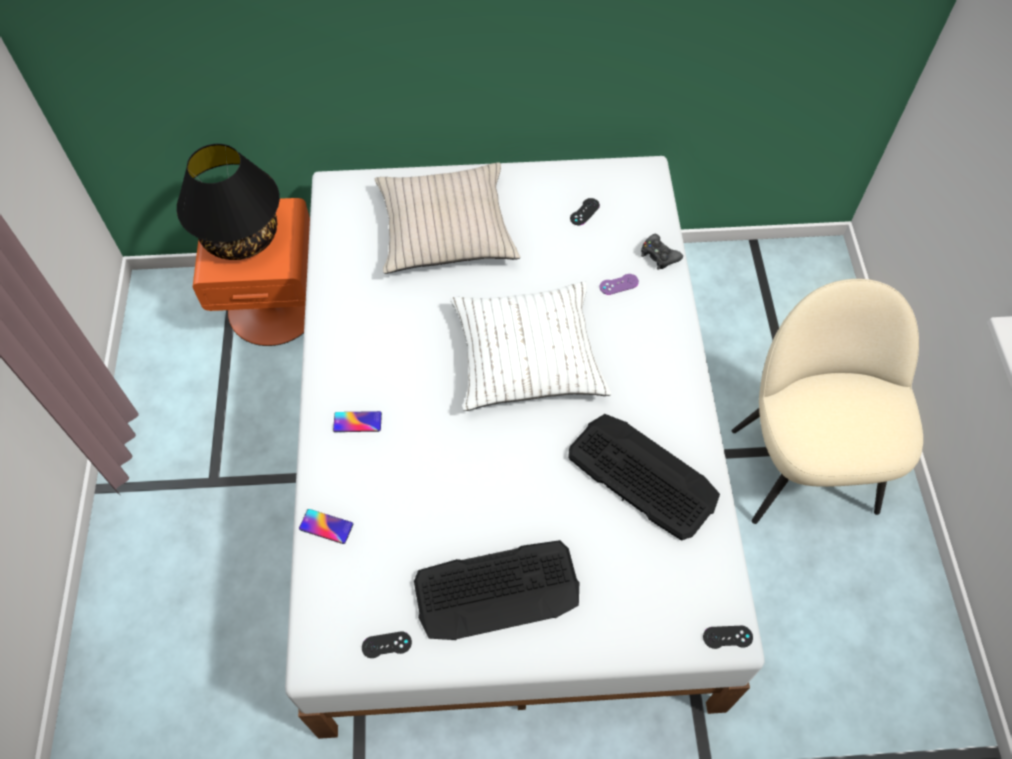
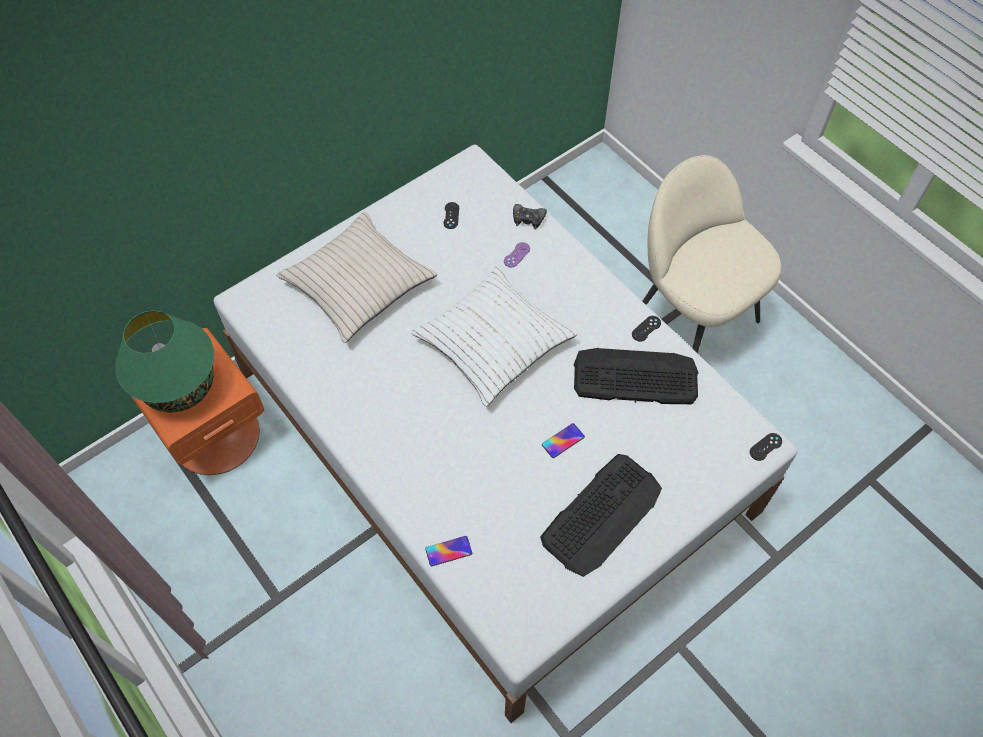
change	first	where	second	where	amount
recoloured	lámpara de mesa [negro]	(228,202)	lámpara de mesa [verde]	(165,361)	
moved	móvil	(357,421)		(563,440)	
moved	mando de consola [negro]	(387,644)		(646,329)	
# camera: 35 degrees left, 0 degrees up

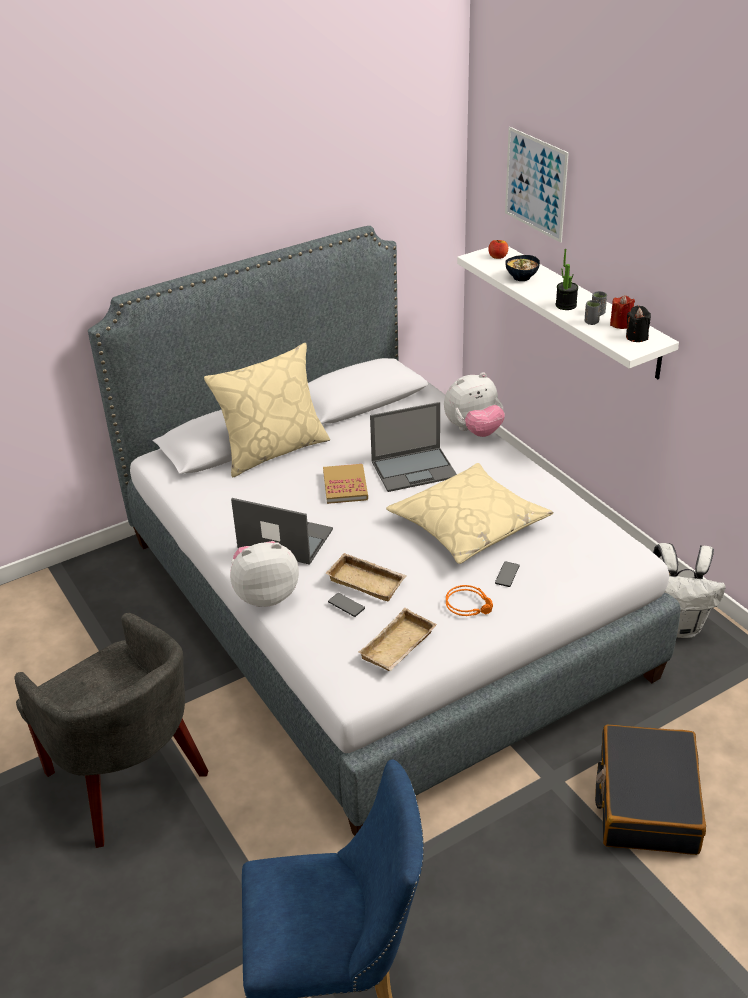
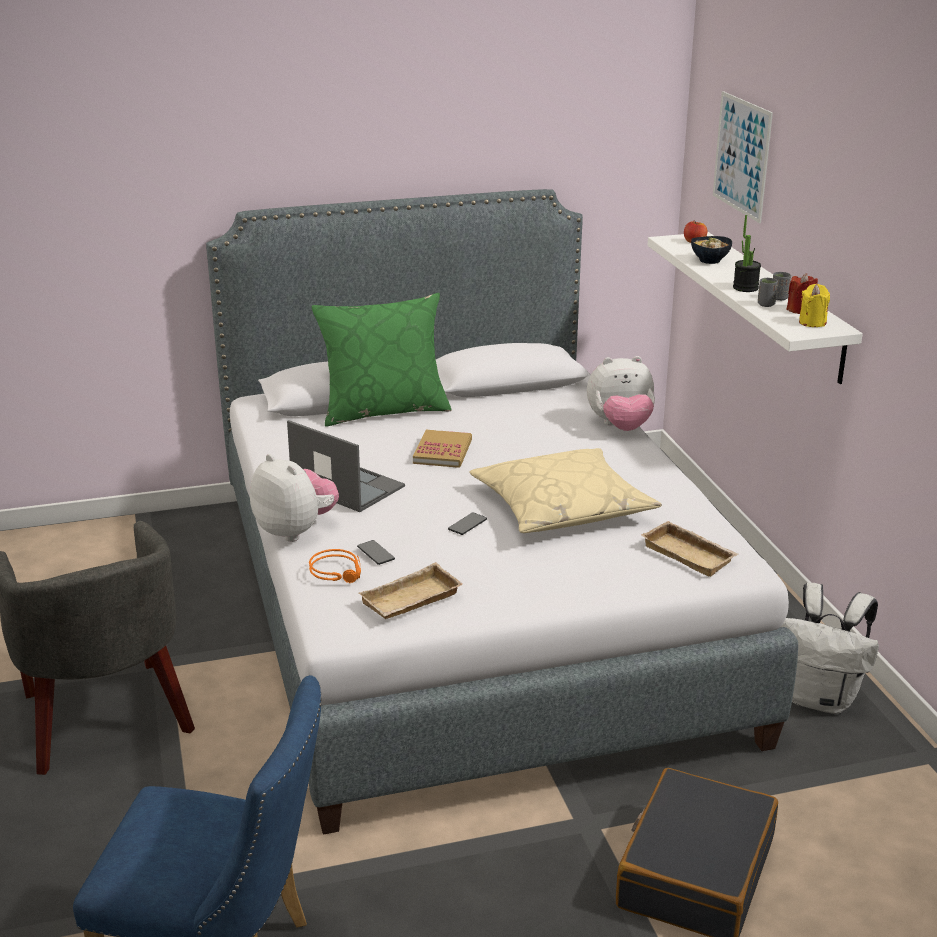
change	first	where	second	where	amount
recoloured	vela [negro]	(638,324)	vela [amarillo]	(814,305)	
recoloured	cojín [beis]	(267,410)	cojín [verde]	(381,359)	
removed	portátil	(413,447)			
turned	peluche	(264,574)		(294,498)	45 degrees clockwise
moved	bandeja [beis]	(366,577)		(690,549)	
moved	móvil	(507,574)		(467,523)	
moved	auriculares [naranja]	(469,600)		(335,566)	
# camera: 15 degrees right, 10 degrees down

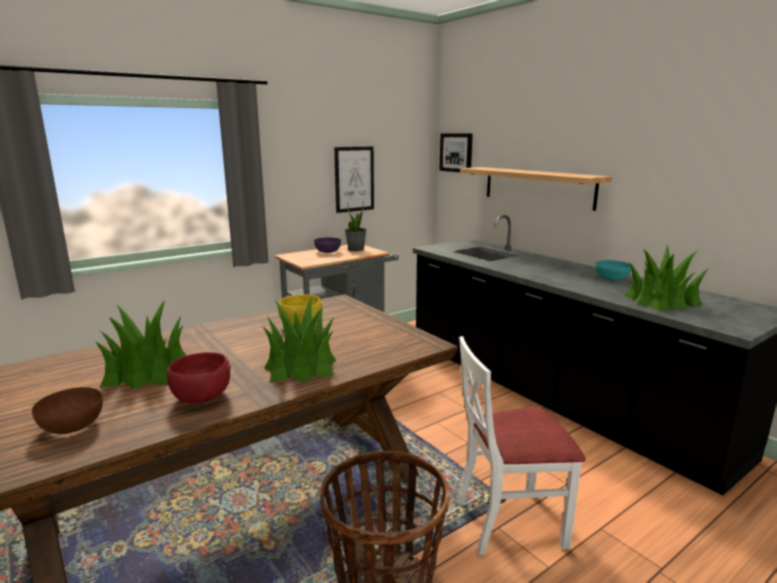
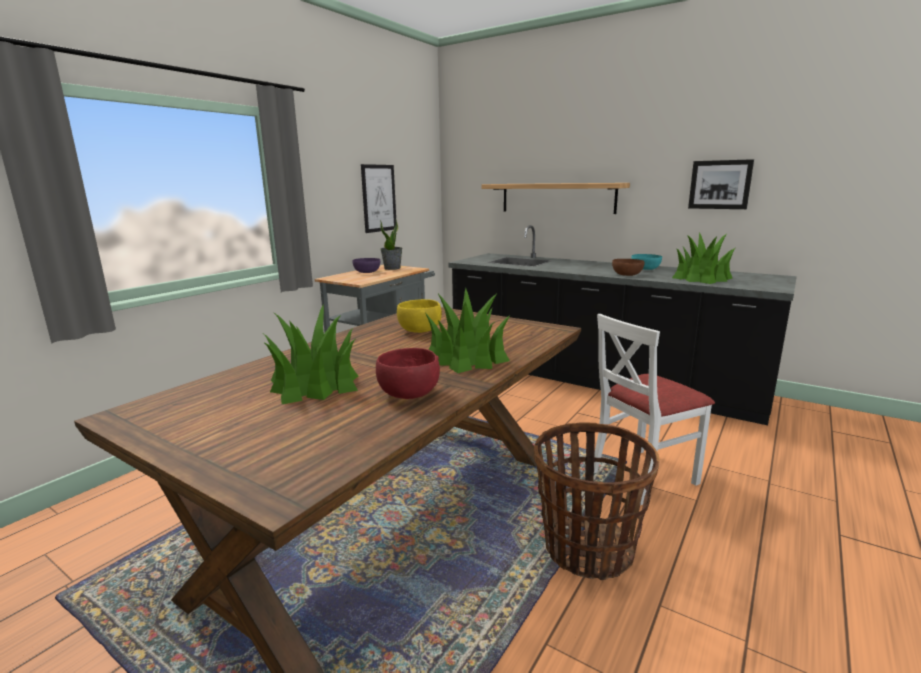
change	first	where	second	where	amount
moved	cuadro	(456,152)		(721,184)	
moved	cuenco [marrón]	(67,410)		(628,267)	
# camera: 20 degrees left, 0 degrees up

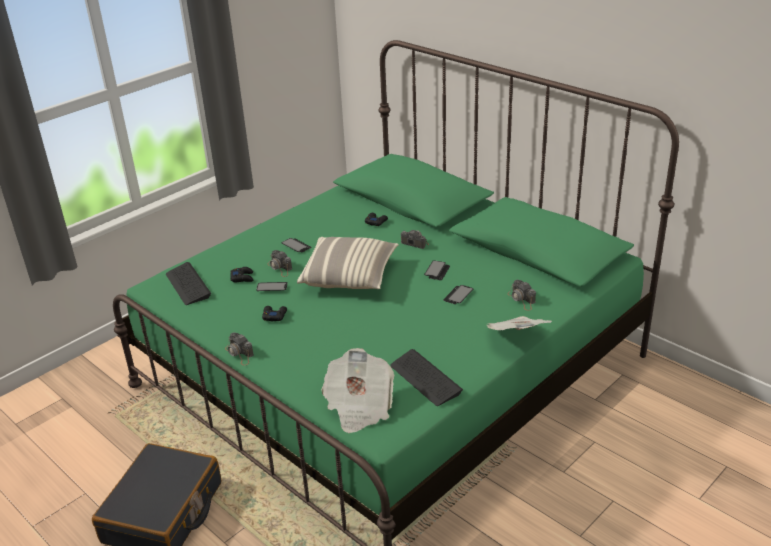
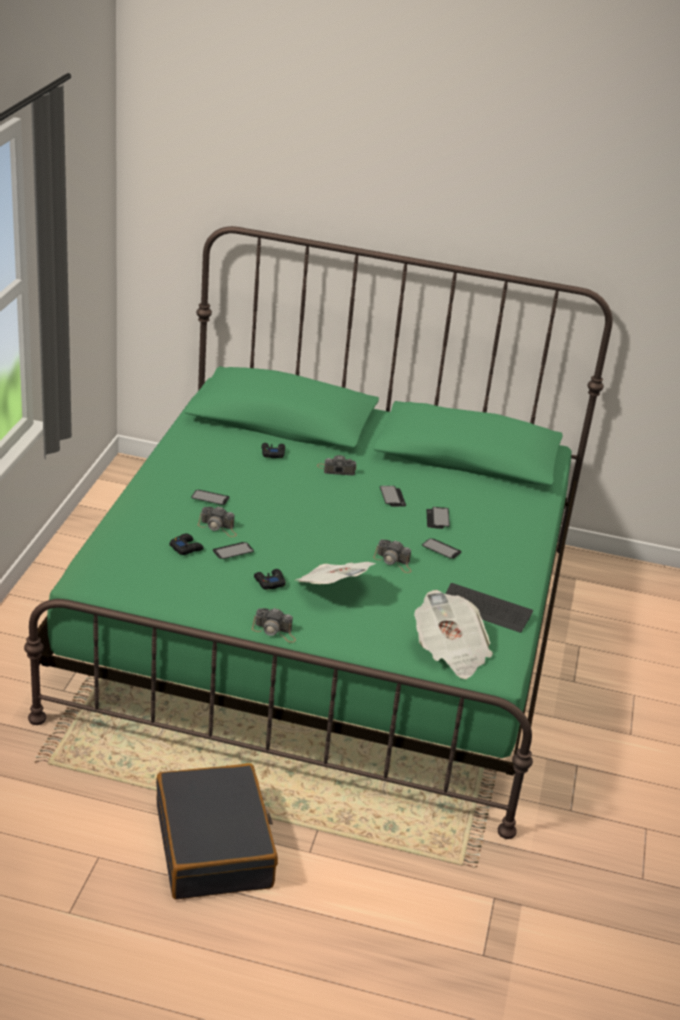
change	first	where	second	where	amount
removed	cojín	(348,263)			
removed	teclado	(188,283)			
moved	cámara	(522,295)		(392,556)	
moved	periódico	(519,323)		(336,573)	
added			móvil	(442,548)	
# camera: 35 degrees left, 0 degrees up

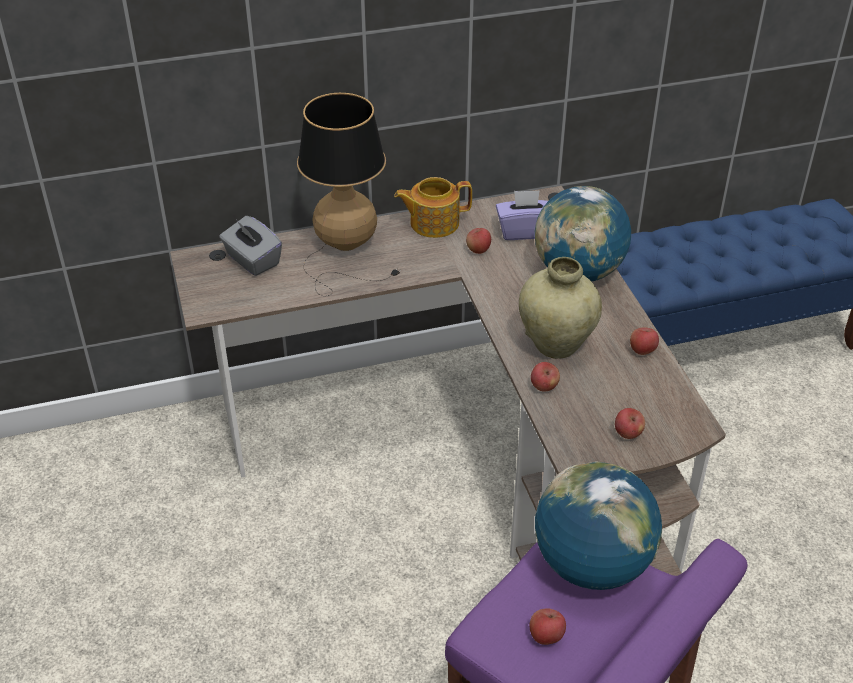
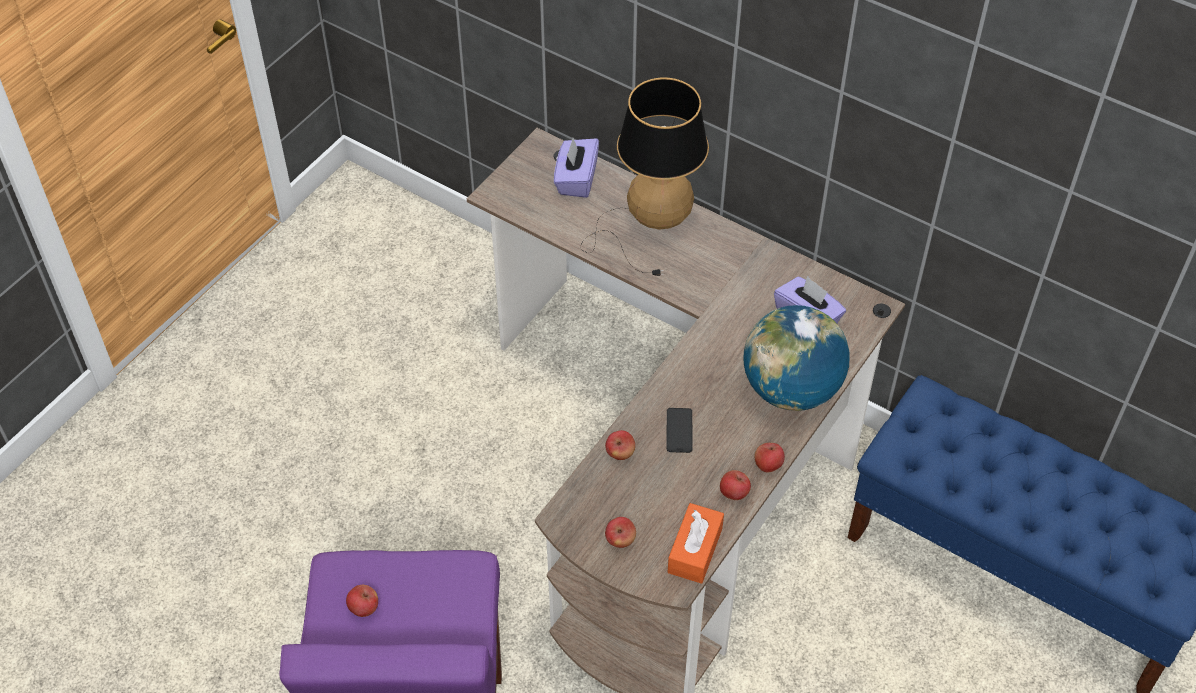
change	first	where	second	where	amount
removed	tetera	(433,207)			
recoloured	caja de pañuelos [gris]	(250,246)	caja de pañuelos [morado]	(576,168)	
moved	manzana	(478,241)		(770,457)	
replaced	florero [beis]	(560,308)	móvil	(679,430)	
removed	globo terráqueo	(598,526)			
added			caja de pañuelos [naranja]	(696,543)	
# camera: 50 degrees right, 10 degrees up

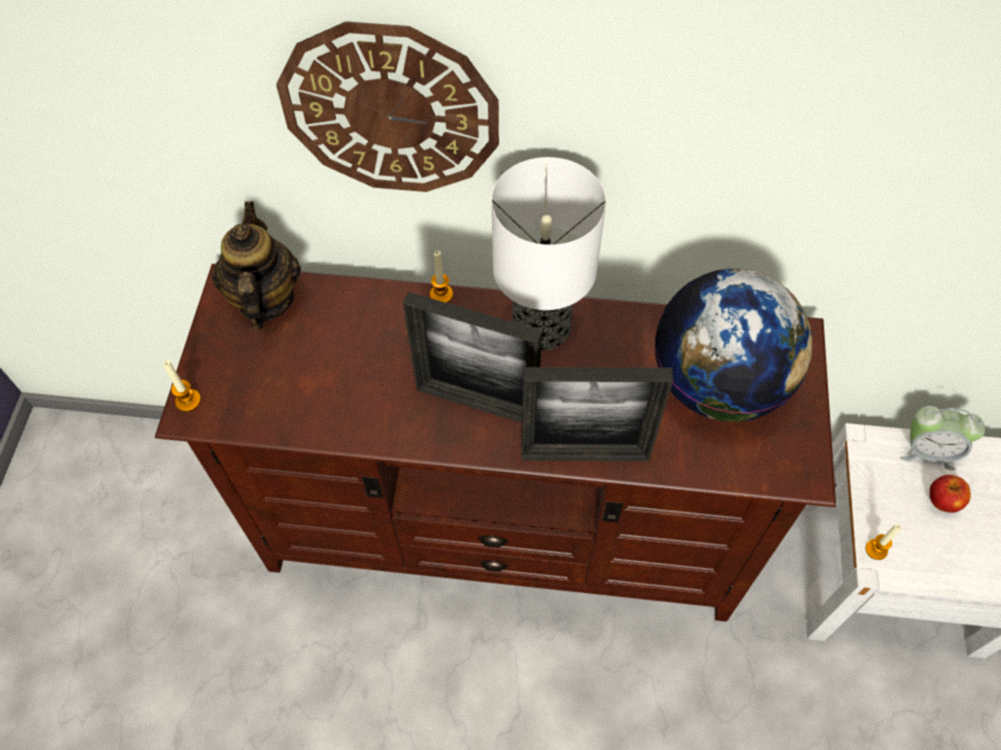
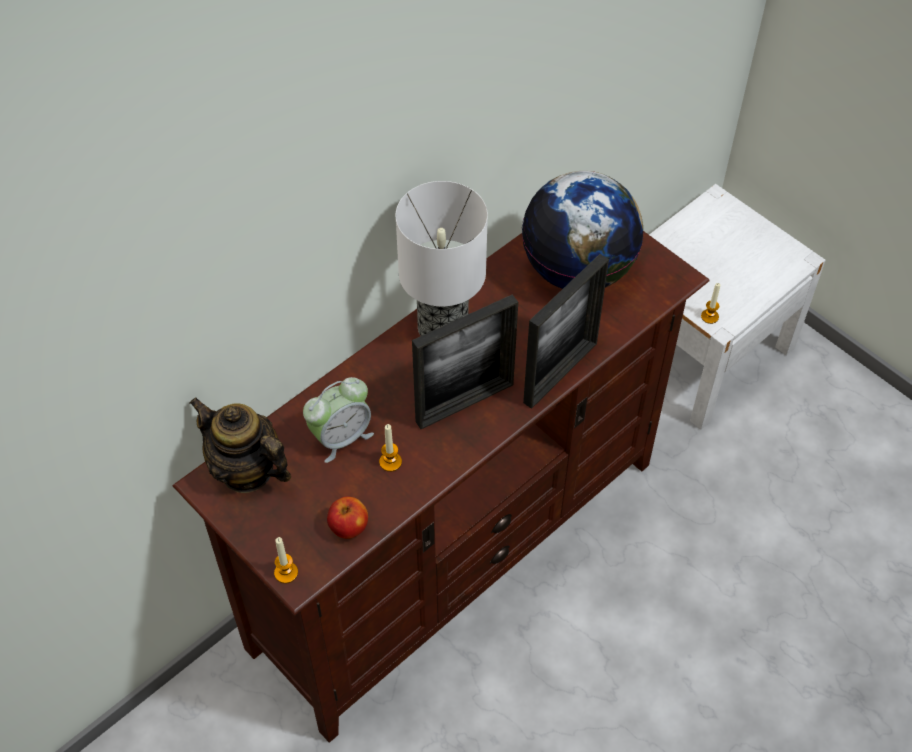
change	first	where	second	where	amount
removed	reloj de pared	(387,106)			
moved	vela	(441,277)		(390,448)	
moved	despertador	(942,438)		(338,420)	
moved	manzana	(950,494)		(347,518)	
# camera: 50 degrees left, 5 degrees down

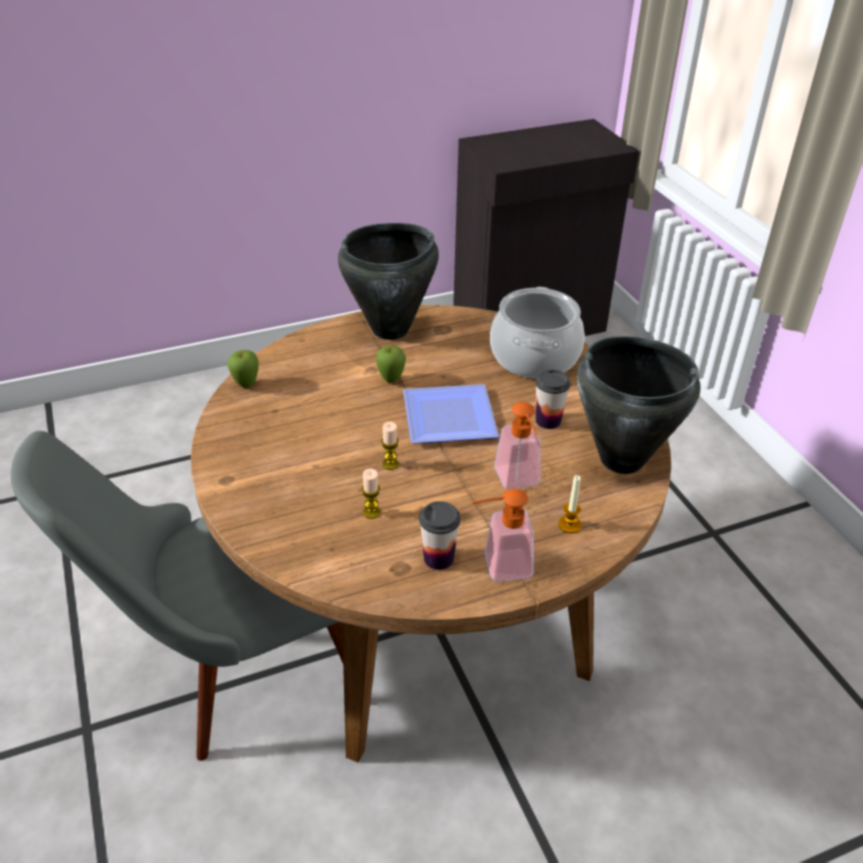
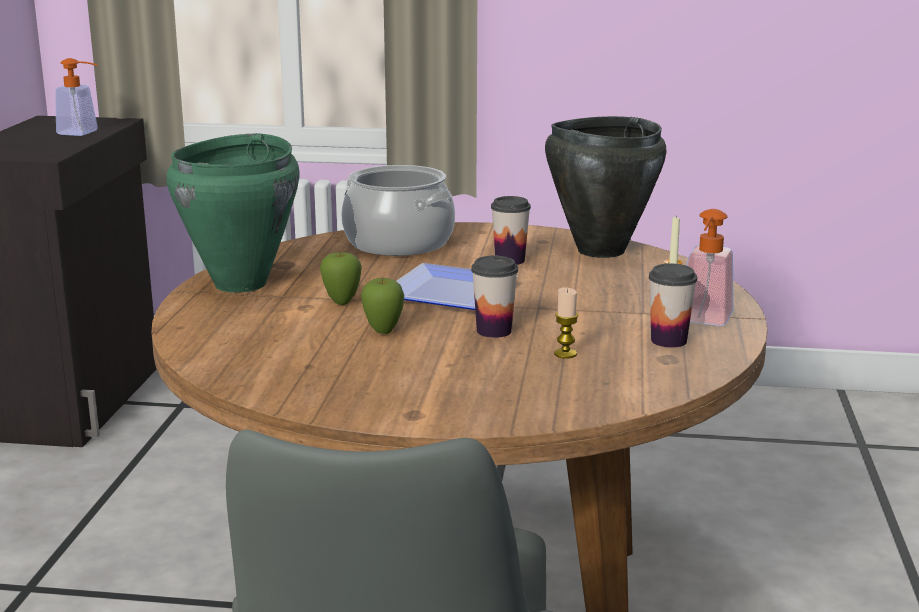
change	first	where	second	where	amount
recoloured	olla [negro]	(388,281)	olla [verde]	(232,213)	
moved	manzana	(243,369)		(382,306)	
moved	dispensador de jabón	(517,445)		(76,97)	
replaced	vela	(390,446)	taza	(494,296)	
# camera: 60 degrees left, 20 degrees down

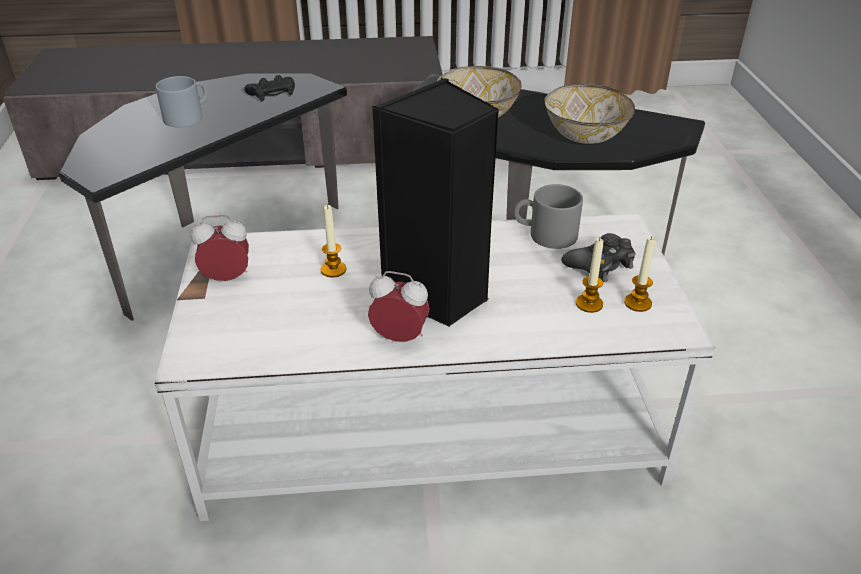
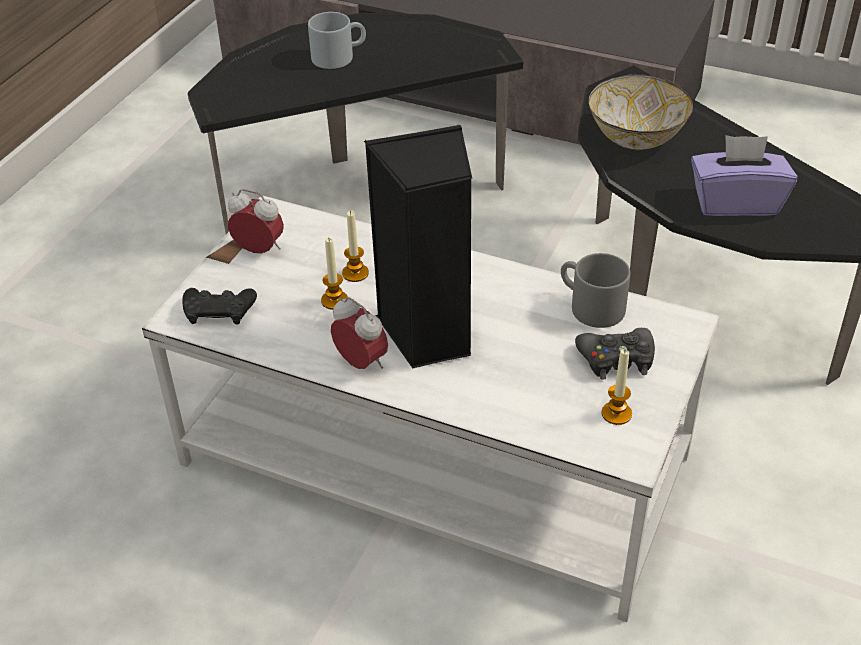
change	first	where	second	where	amount
moved	mando de consola [negro]	(269,88)		(219,306)	
replaced	cuenco	(589,114)	caja de pañuelos [morado]	(744,175)	
moved	vela	(590,275)		(334,273)	
# camera: 30 degrees right, 5 degrees up

